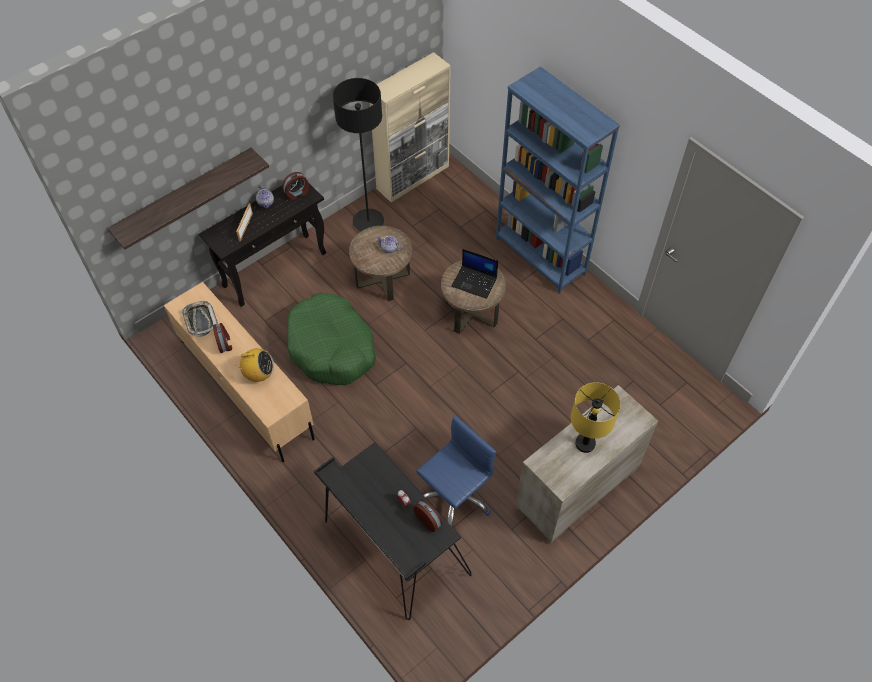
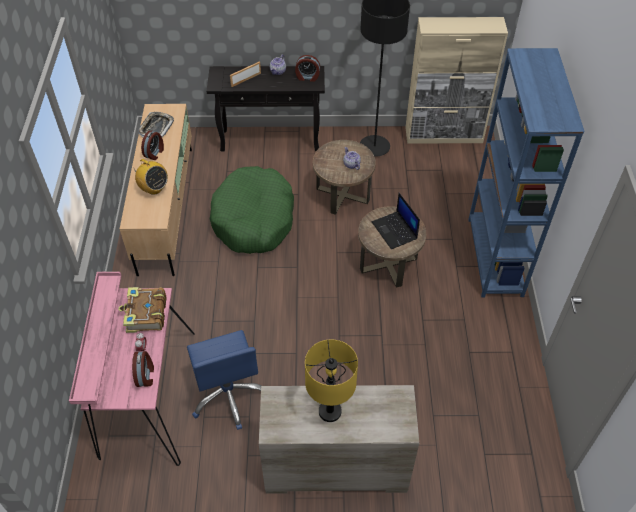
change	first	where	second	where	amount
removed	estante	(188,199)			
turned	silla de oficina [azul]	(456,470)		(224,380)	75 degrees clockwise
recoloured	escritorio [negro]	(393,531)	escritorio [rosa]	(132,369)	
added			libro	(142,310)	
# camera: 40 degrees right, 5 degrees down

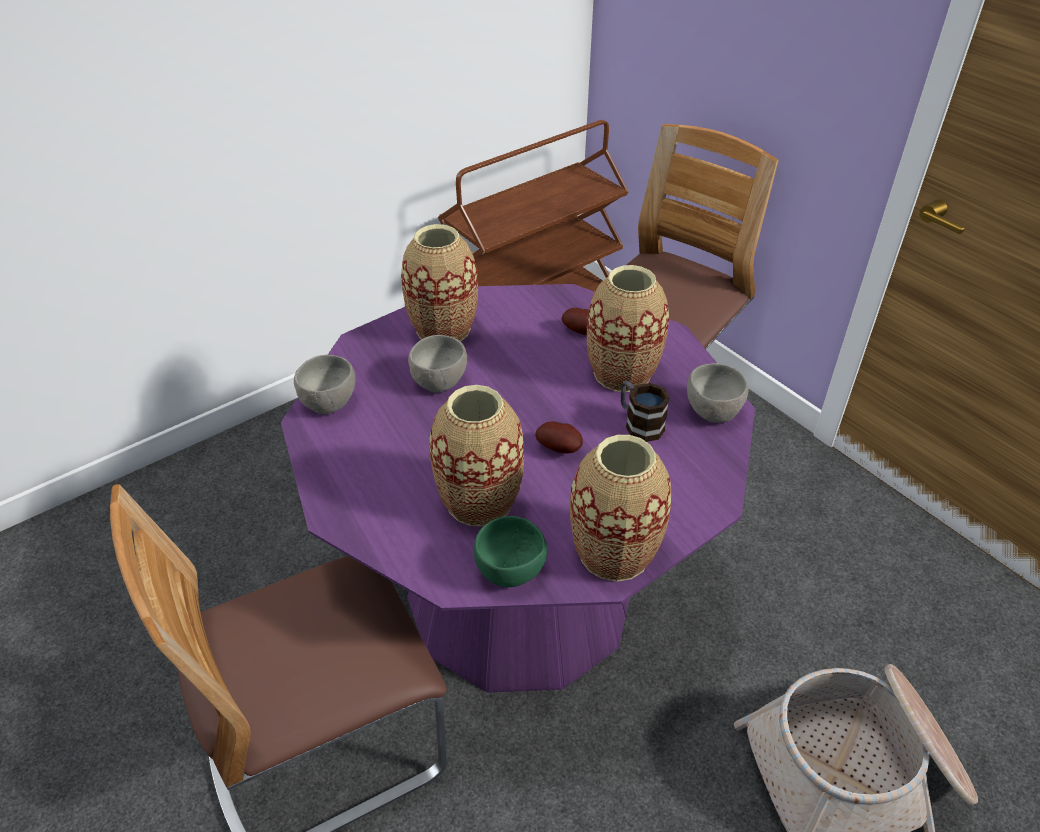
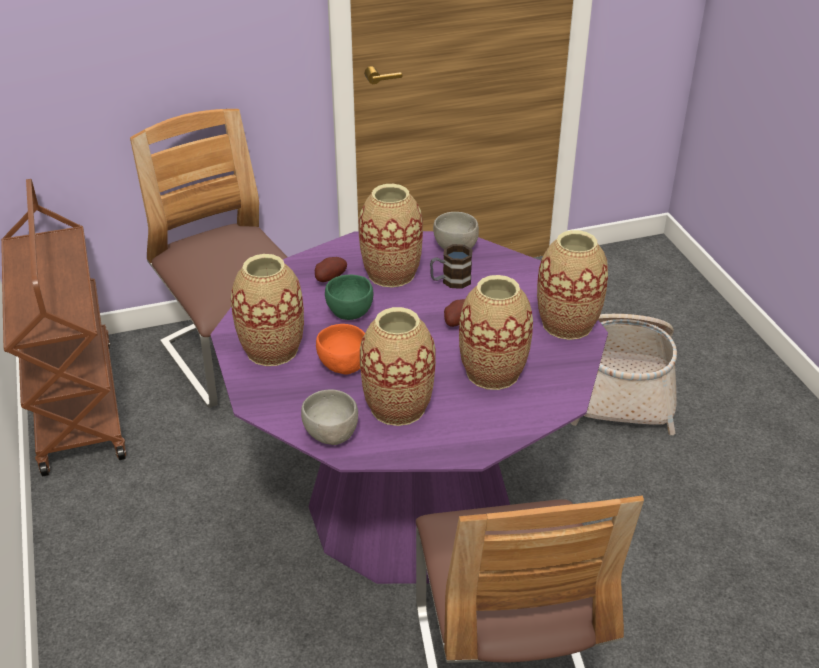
change	first	where	second	where	amount
recoloured	cuenco [gris]	(437,364)	cuenco [naranja]	(340,349)	
moved	cuenco [verde]	(510,551)		(349,297)	
added			florero	(398,366)	
# camera: 70 degrees left, 5 degrees down

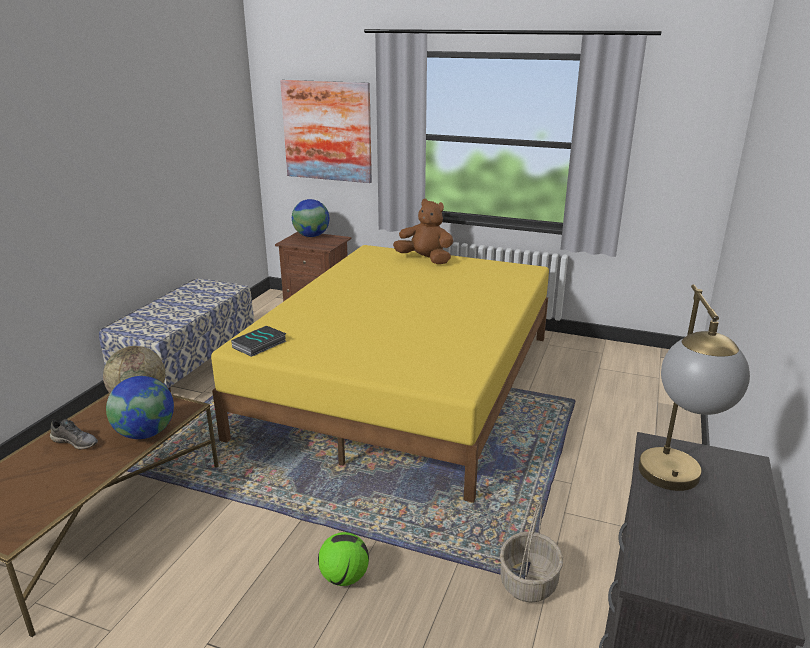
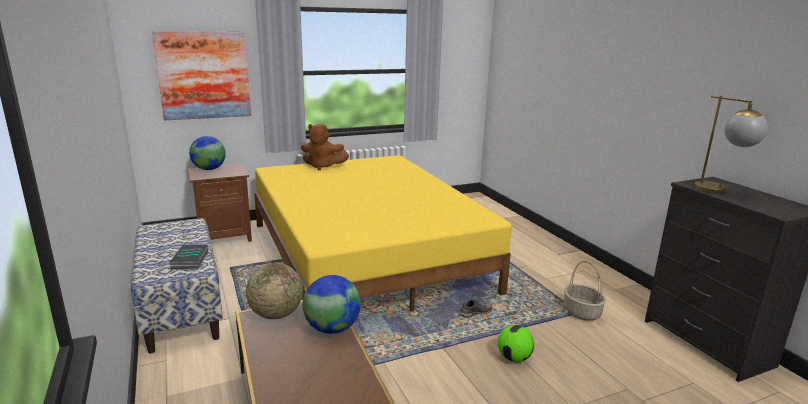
change	first	where	second	where	amount
turned	peluche [marrón]	(423,231)		(325,147)	150 degrees counterclockwise
moved	libro	(258,341)		(189,257)	
moved	zapato [gris]	(74,434)		(476,308)	
# camera: 45 degrees left, 5 degrees down

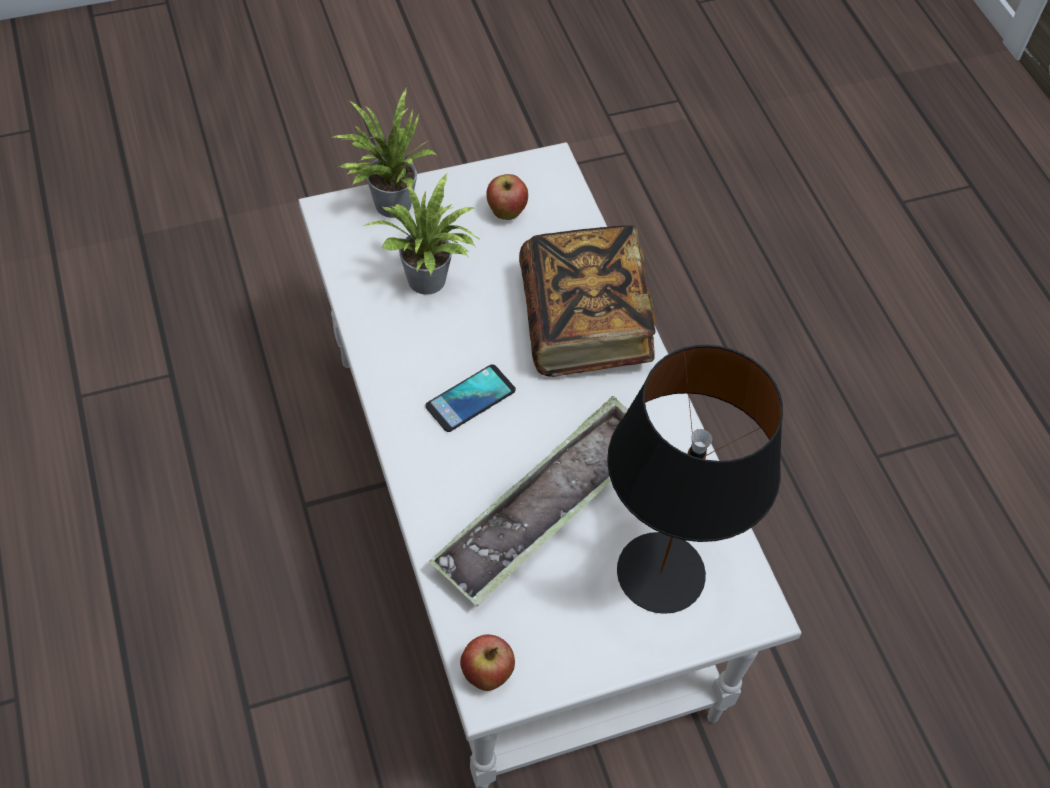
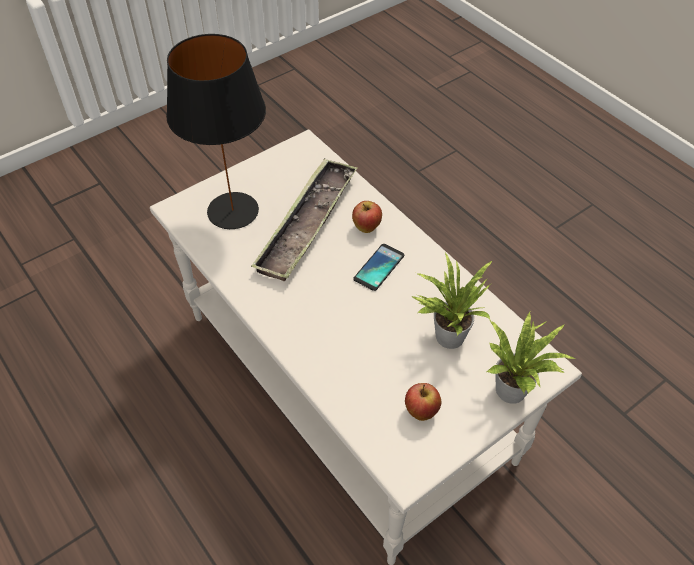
change	first	where	second	where	amount
removed	libro	(587,301)			
moved	manzana	(487,662)		(367,217)	
# camera: 165 degrees right, 5 degrees down

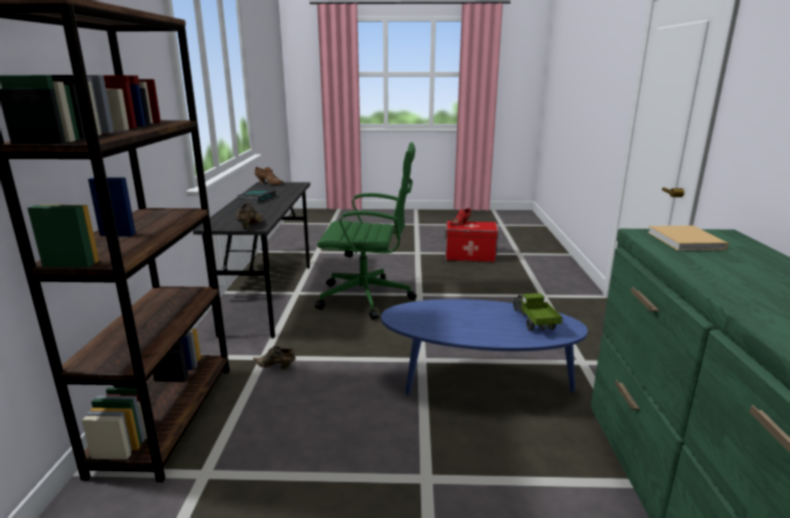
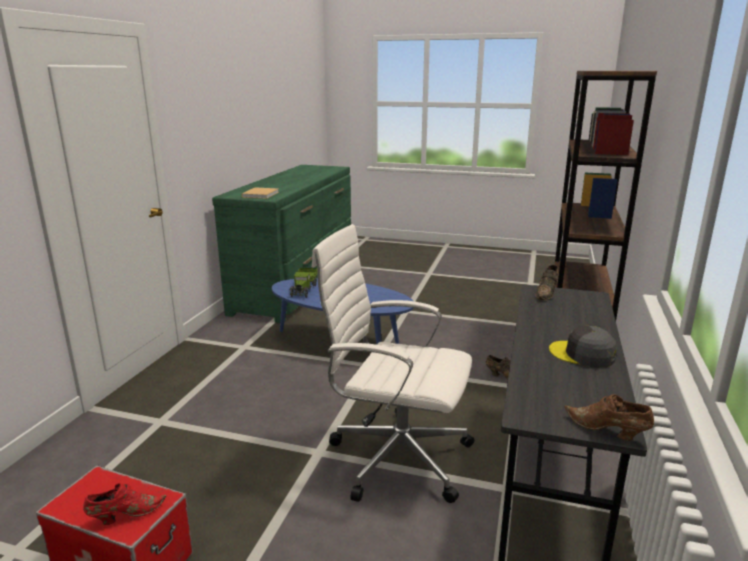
change	first	where	second	where	amount
recoloured	silla de oficina [verde]	(366,231)	silla de oficina [blanco]	(393,363)	
replaced	libro	(256,196)	gorra [gris]	(583,347)	
# camera: 165 degrees left, 0 degrees up

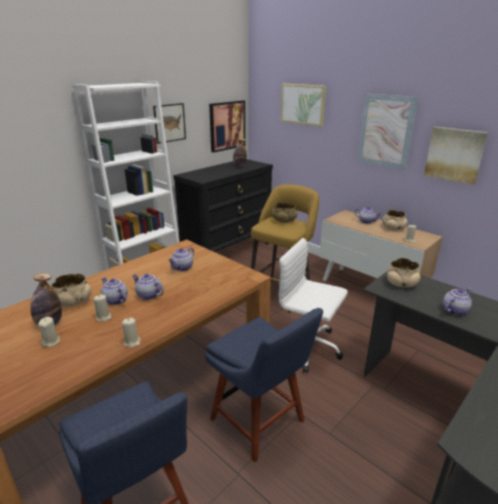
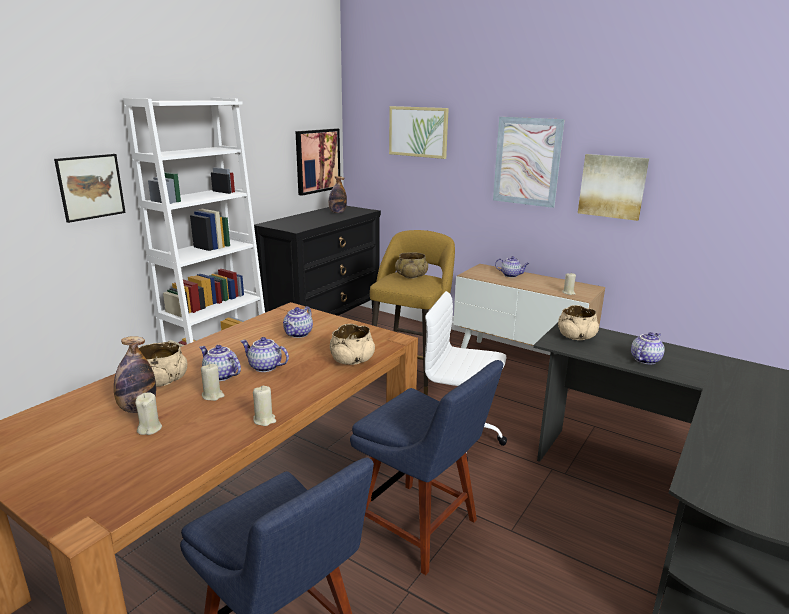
change	first	where	second	where	amount
moved	cuadro	(169,123)		(90,188)	
moved	cuenco [beis]	(395,220)		(352,344)	
# camera: 10 degrees left, 5 degrees down

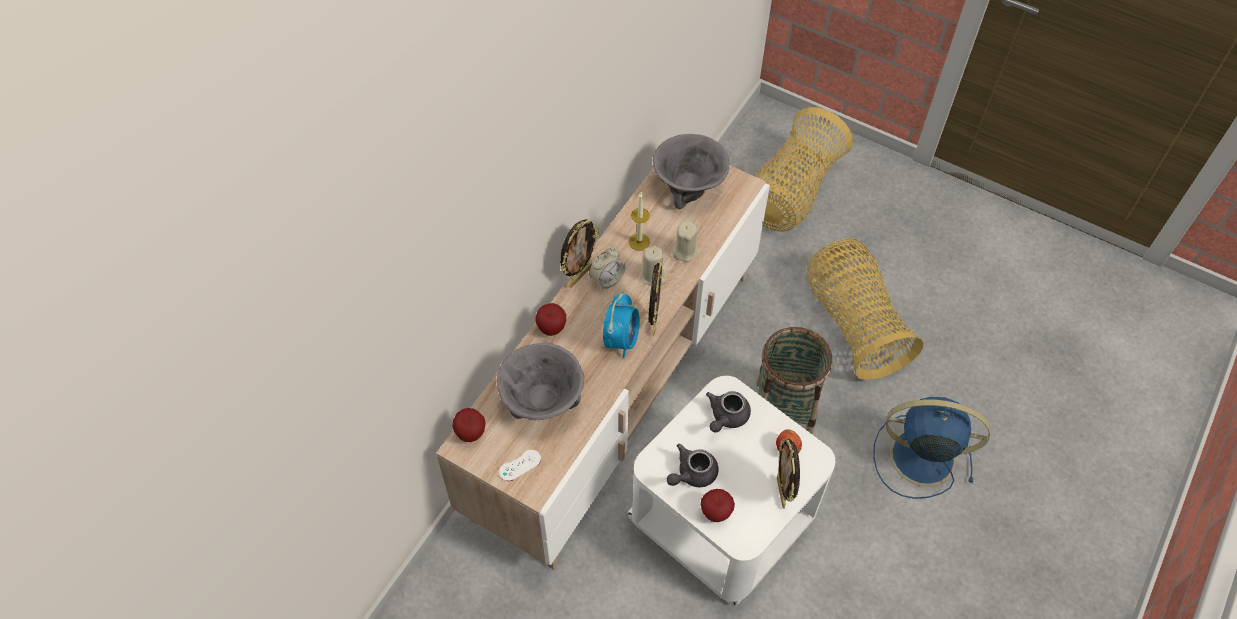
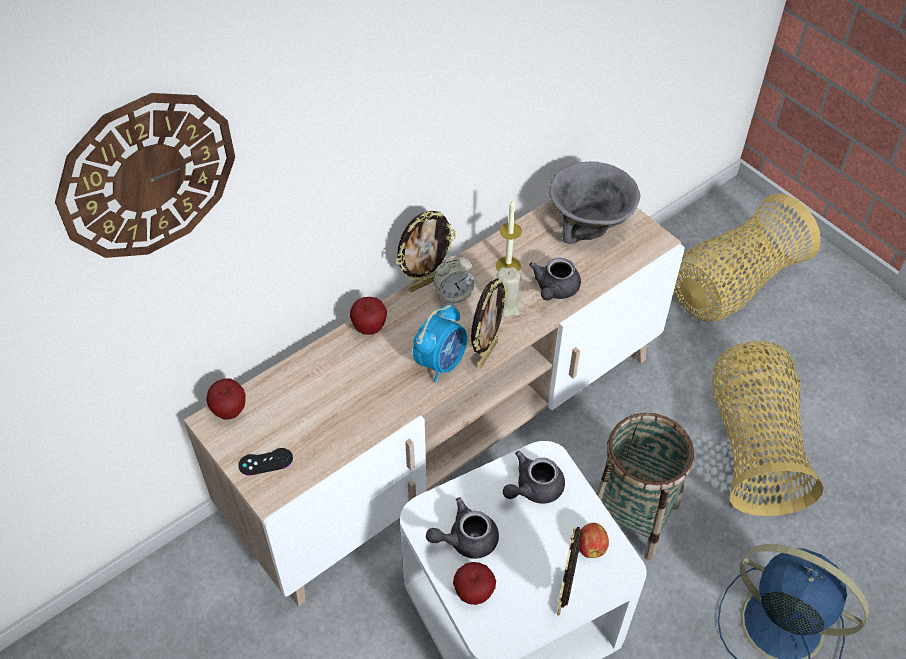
change	first	where	second	where	amount
replaced	vela [beis]	(684,241)	tetera [gris]	(555,279)	
removed	cuenco [gris]	(540,381)			
recoloured	mando de consola [blanco]	(520,465)	mando de consola [negro]	(265,462)	
added			reloj de pared	(145,175)	
# camera: 20 degrees right, 5 degrees down

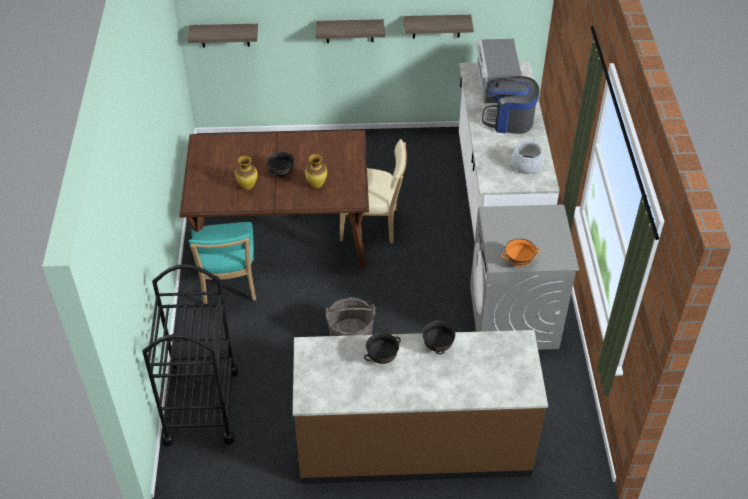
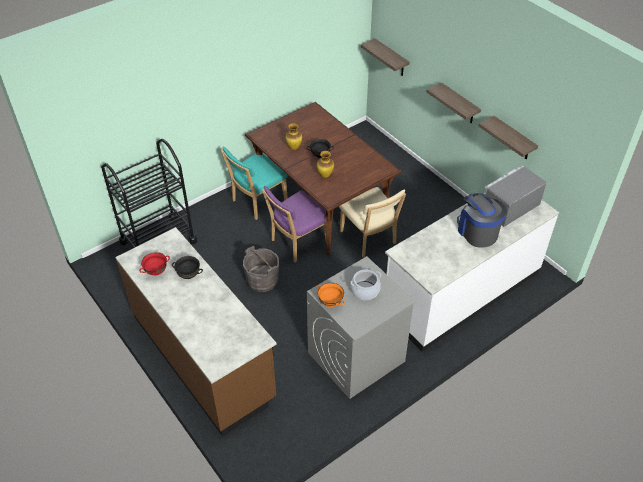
change	first	where	second	where	amount
moved	olla	(527,156)		(365,284)	
removed	cuenco [negro]	(438,337)			
added			silla [morado]	(294,224)	
added			cuenco [rojo]	(154,263)	
# camera: 55 degrees right, 0 degrees up

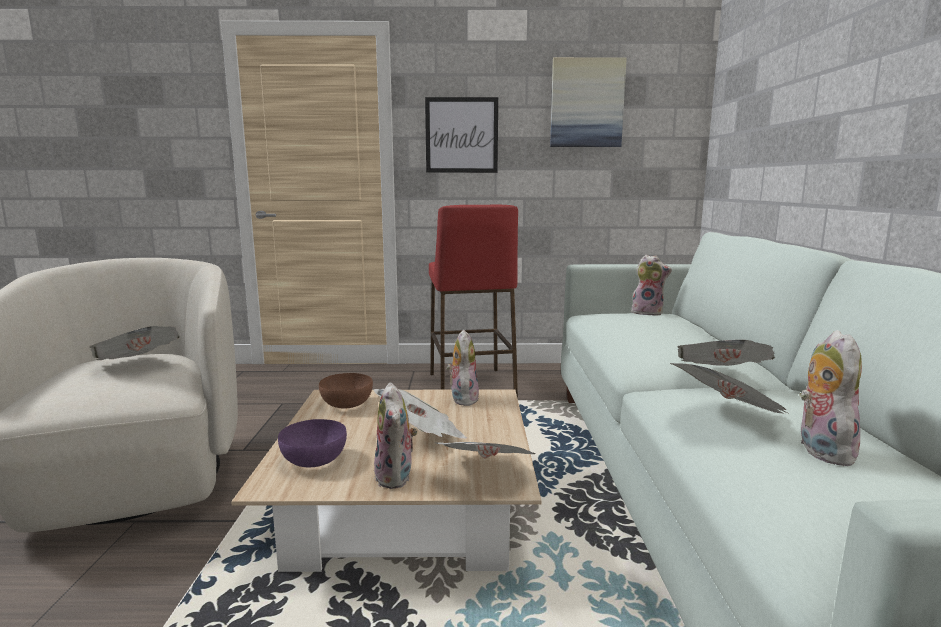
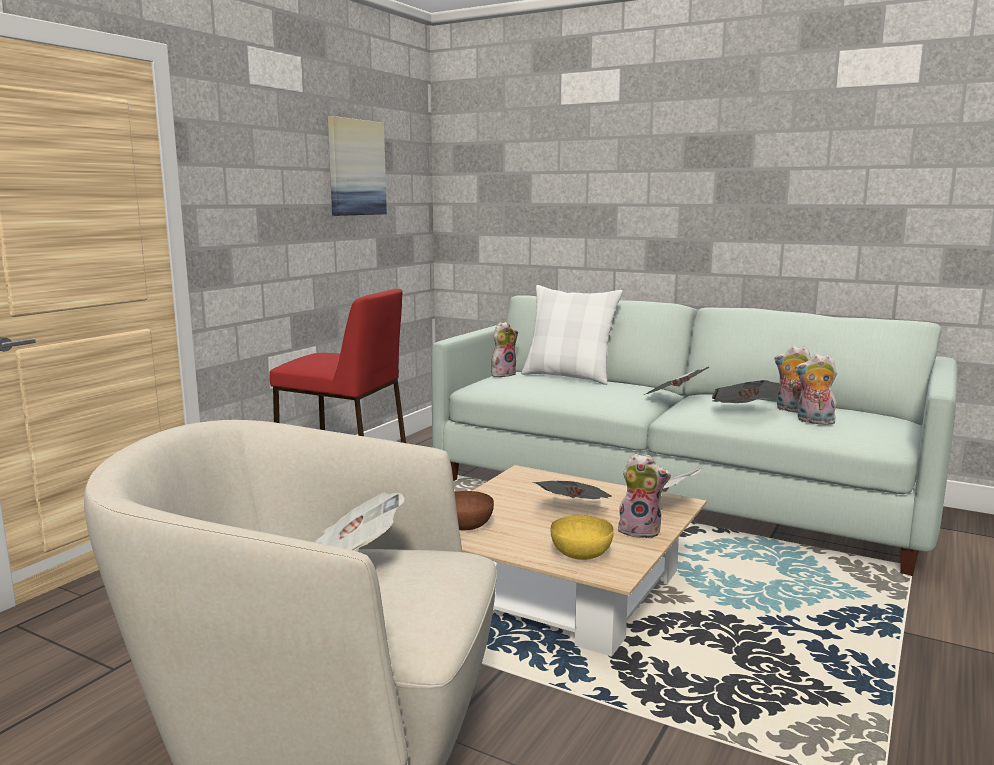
change	first	where	second	where	amount
removed	cuadro	(461,135)			
moved	peluche	(462,367)		(816,389)	
recoloured	cuenco [morado]	(312,443)	cuenco [amarillo]	(582,537)	
added			cojín [blanco]	(572,335)	
# camera: 60 degrees left, 0 degrees up

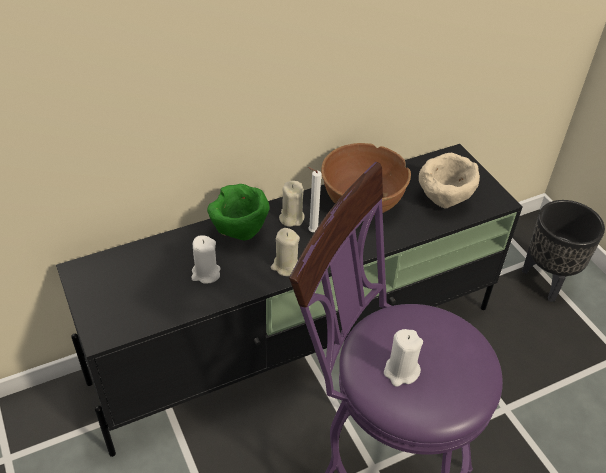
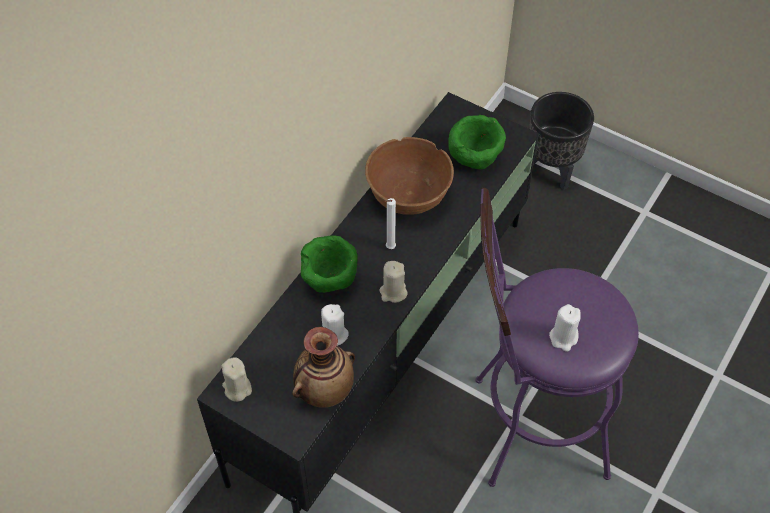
change	first	where	second	where	amount
recoloured	cuenco [beis]	(449,181)	cuenco [verde]	(477,142)	
moved	vela [beis]	(292,204)		(236,379)	
added			florero	(323,367)	
# camera: 30 degrees left, 10 degrees up

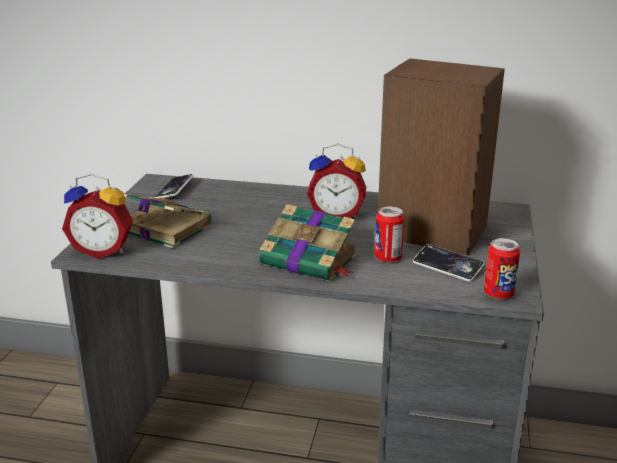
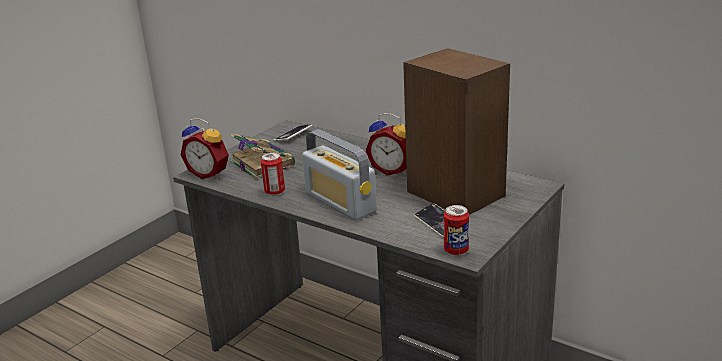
change	first	where	second	where	amount
replaced	libro	(308,242)	radio	(339,175)	
moved	lata	(390,235)		(273,174)	
# camera: 25 degrees right, 0 degrees up

